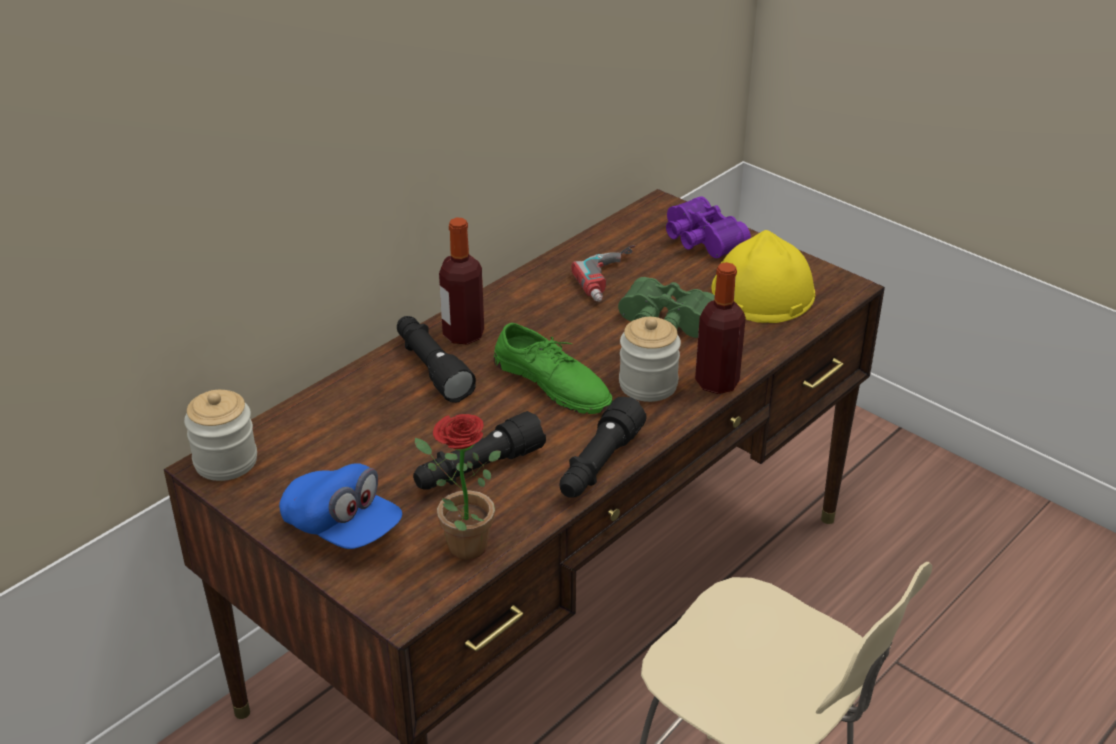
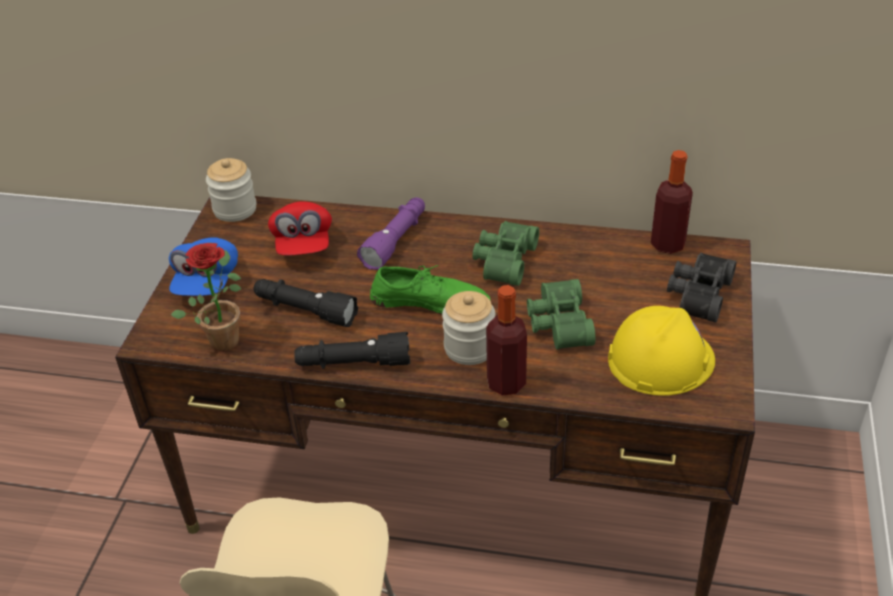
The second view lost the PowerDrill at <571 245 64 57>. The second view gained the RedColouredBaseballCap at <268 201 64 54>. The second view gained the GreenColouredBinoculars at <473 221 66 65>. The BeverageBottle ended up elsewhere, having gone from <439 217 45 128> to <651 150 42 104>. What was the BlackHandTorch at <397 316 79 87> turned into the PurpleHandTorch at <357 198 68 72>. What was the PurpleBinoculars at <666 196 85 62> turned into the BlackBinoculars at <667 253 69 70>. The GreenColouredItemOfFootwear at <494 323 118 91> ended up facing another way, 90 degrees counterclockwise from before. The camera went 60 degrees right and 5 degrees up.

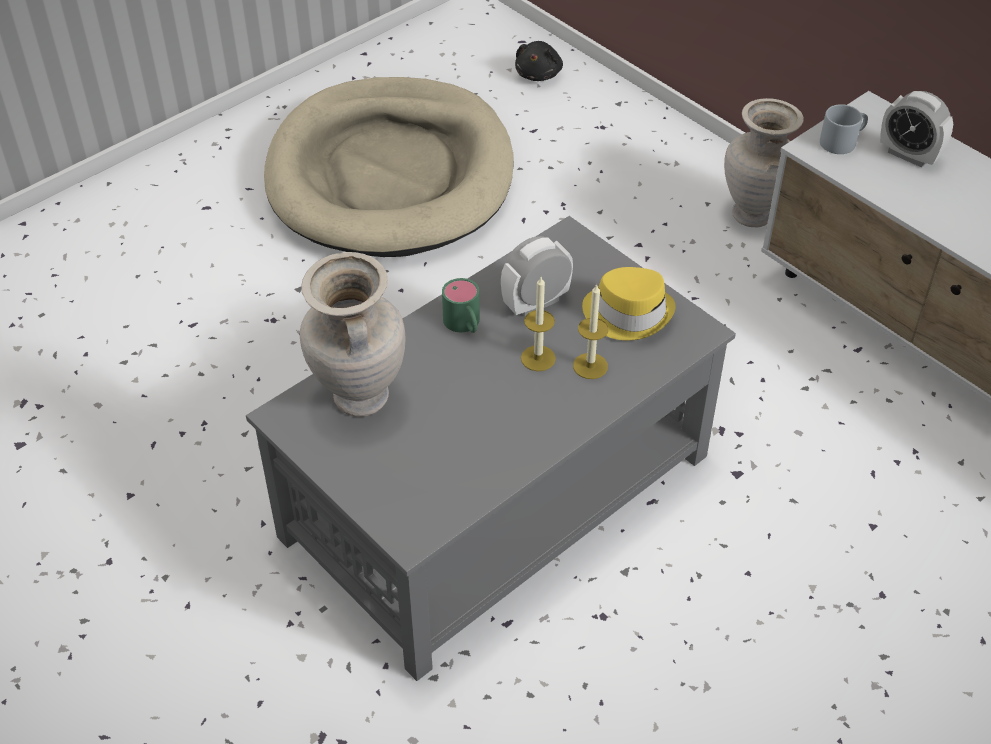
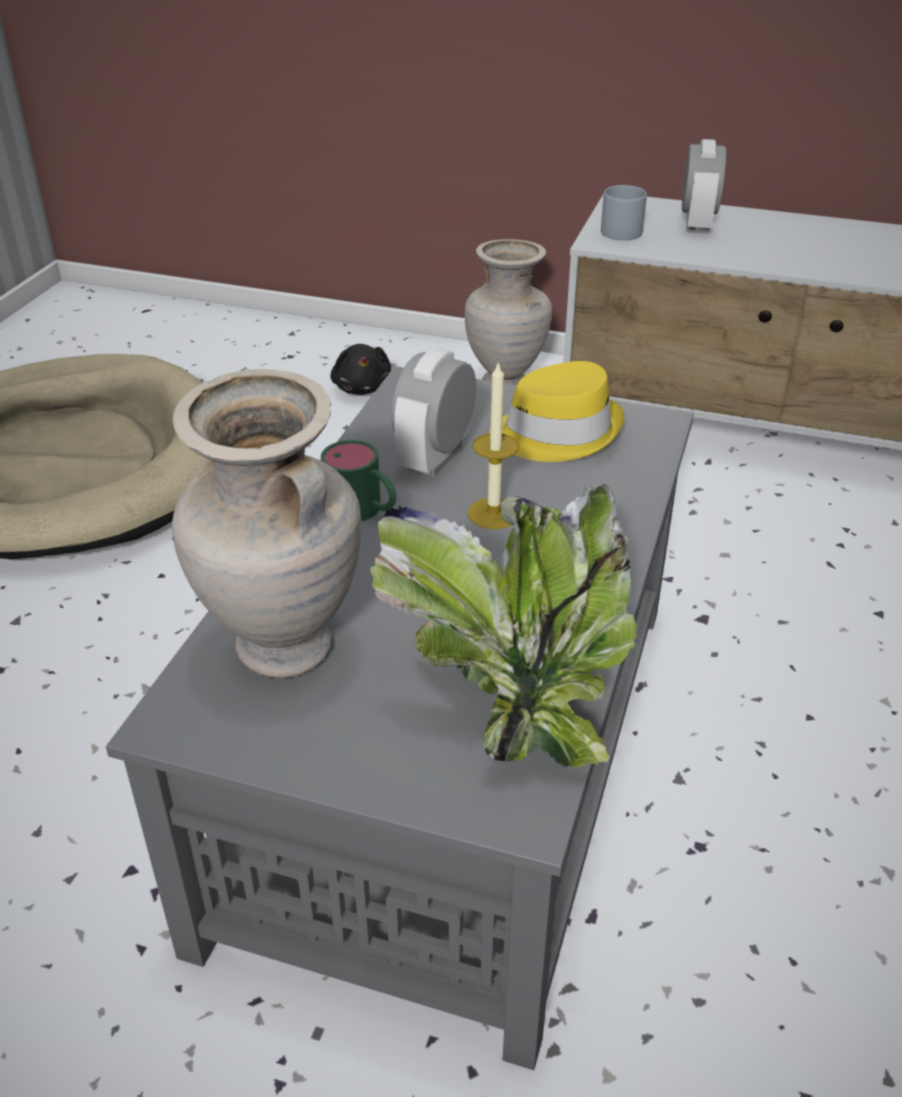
The second view lost the WaxCandle at <573 284 35 95>. The second view gained the PottedPlant at <370 483 268 284>. The BlackPlushToy ended up elsewhere, having gone from <515 41 48 40> to <330 344 61 51>. The AlarmClock at <880 91 73 76> ended up facing another way, 90 degrees counterclockwise from before. The camera went 30 degrees left and 10 degrees down.

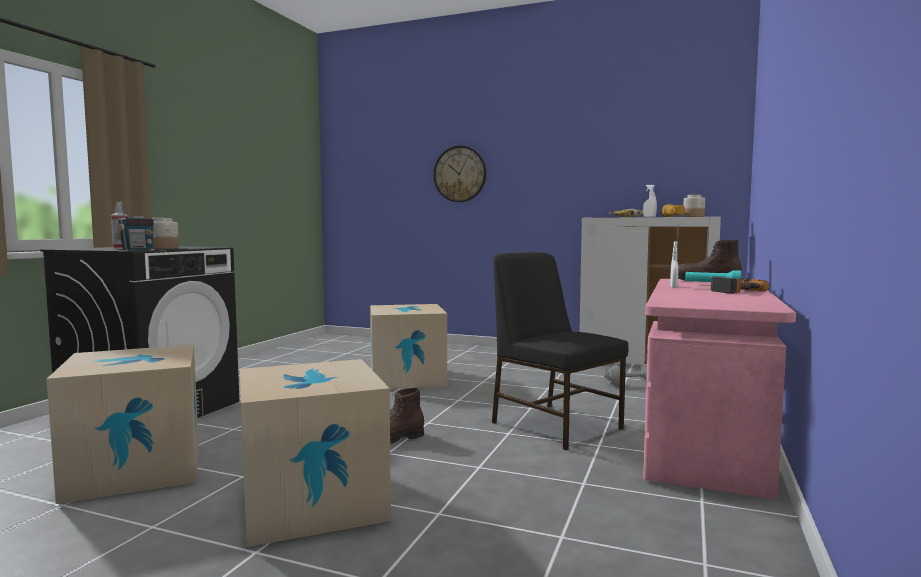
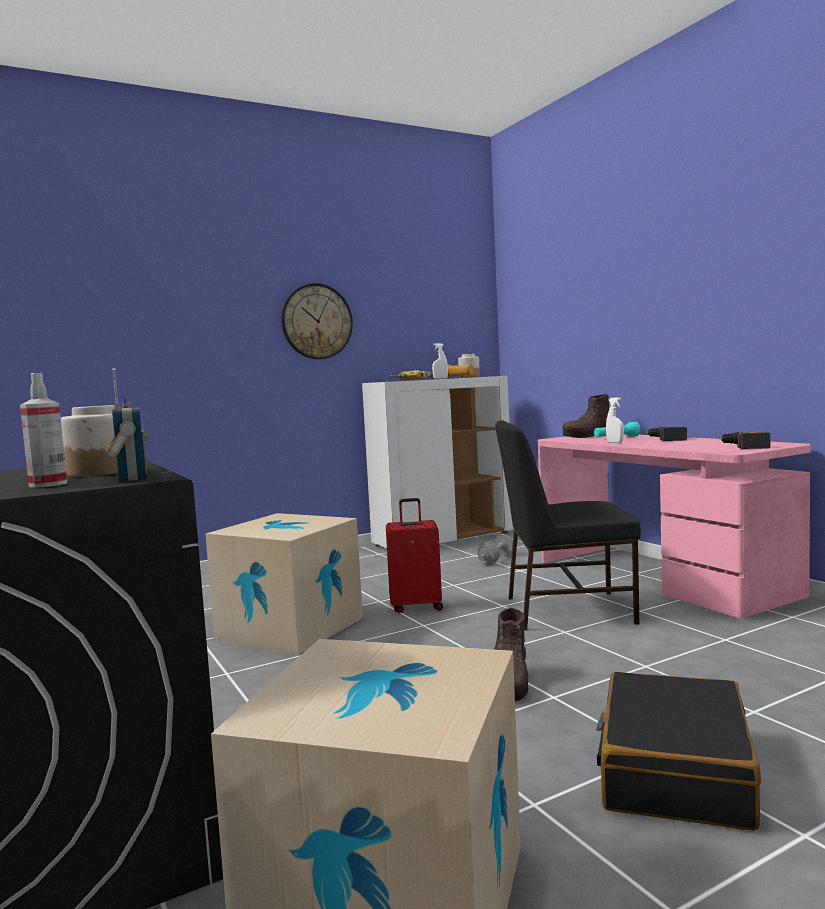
The second view gained the RedColouredPieceOfLuggage at <386 498 57 115>. The second view gained the PowerDrill at <719 432 52 17>. The HangingClock ended up elsewhere, having gone from <433 146 53 56> to <281 283 72 76>. Where the Carton stood at <240 359 151 188>, the BlackPieceOfLuggage came to stand at <596 672 165 159>. The camera went 50 degrees left and 0 degrees up.

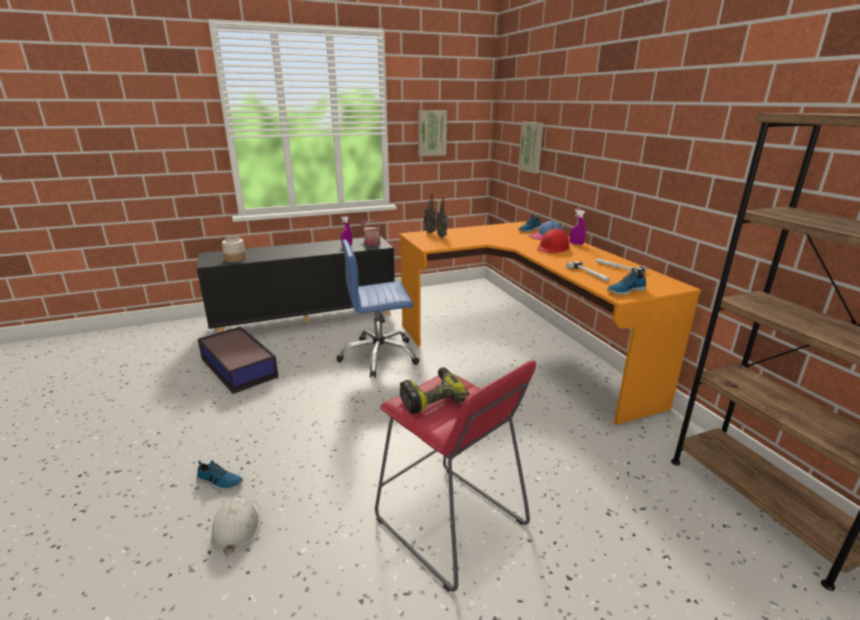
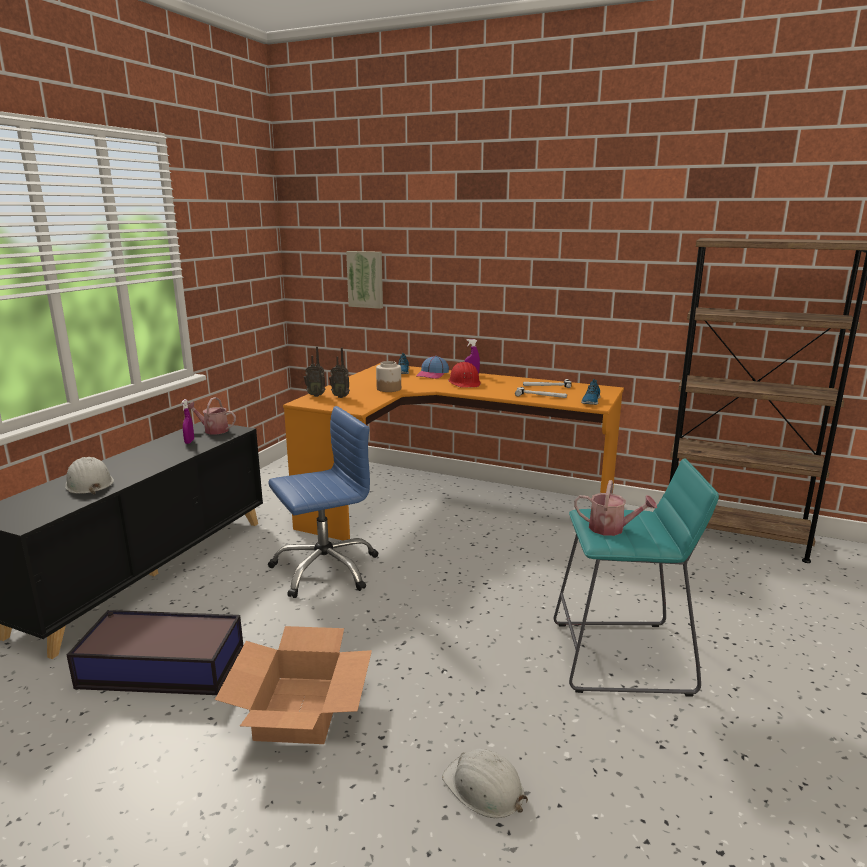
The second view lost the ItemOfFootwear at <197 460 46 31>. The second view lost the Picture at <418 110 29 46>. The second view gained the WhiteColouredSafetyHelmet at <65 457 49 37>. The second view gained the Carton at <215 626 157 118>. The StorageJar ended up elsewhere, having gone from <222 236 24 26> to <376 361 25 31>. Where the PowerDrill stood at <400 367 70 47>, the SprinklingCan came to stand at <574 480 83 56>. What was the RedColouredSittingStool at <375 361 161 231> turned into the BlueGreenSittingStool at <554 458 165 239>. The BluishOfficeChair at <336 239 84 139> ended up facing another way, 150 degrees counterclockwise from before. The camera went 45 degrees left and 5 degrees down.

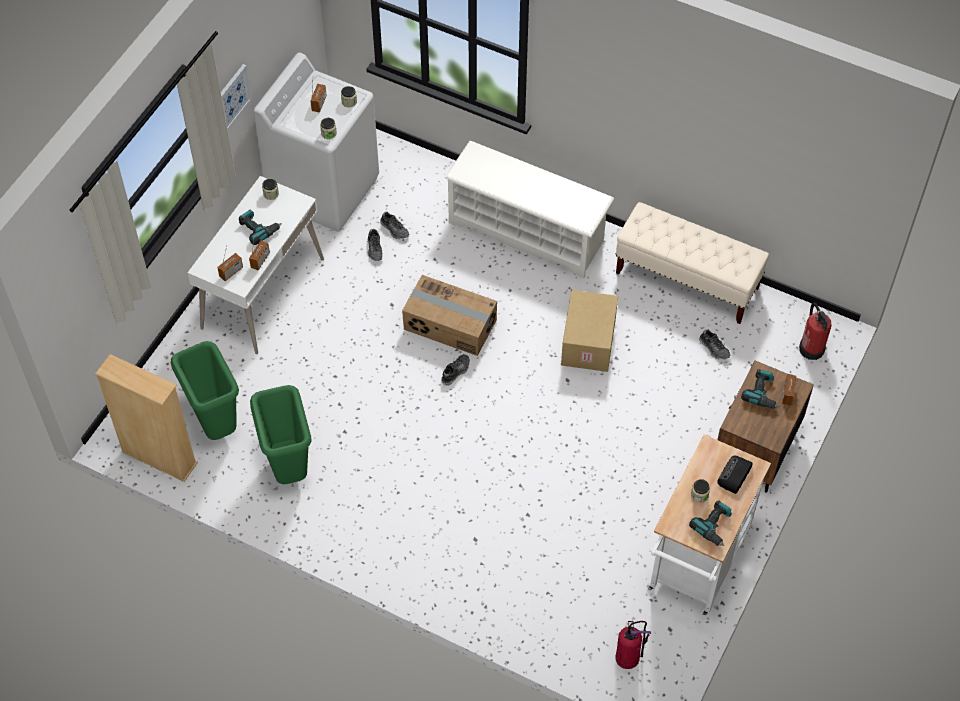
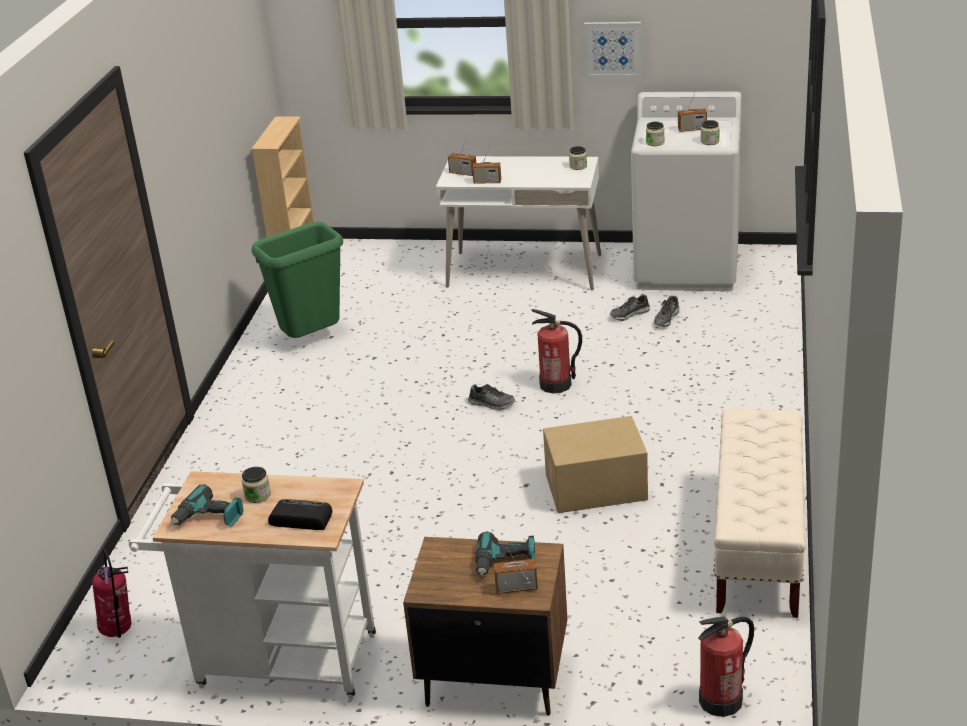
The second view lost the GreenColouredTrashCan at <171 341 68 99>. The second view lost the PowerDrill at <239 210 43 35>. The second view lost the WhiteColouredShoeStand at <445 141 169 138>. The second view lost the ItemOfFootwear at <699 329 31 31>. Where the Carton stood at <402 275 95 81>, the FireFightingCylinder came to stand at <531 309 51 85>. The camera went 75 degrees right and 25 degrees down.

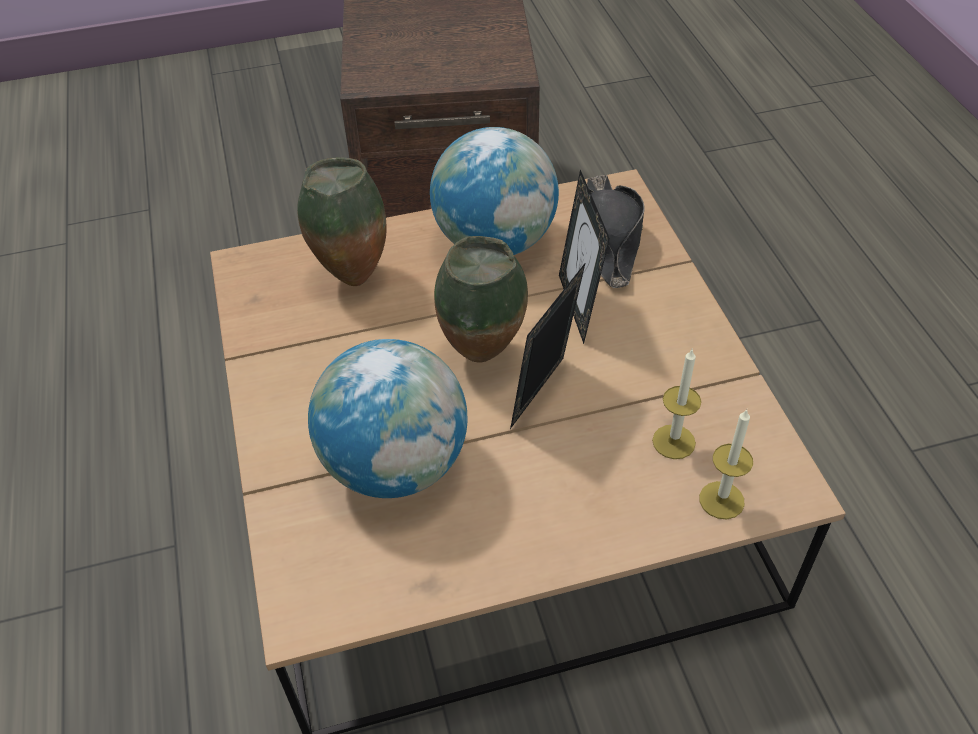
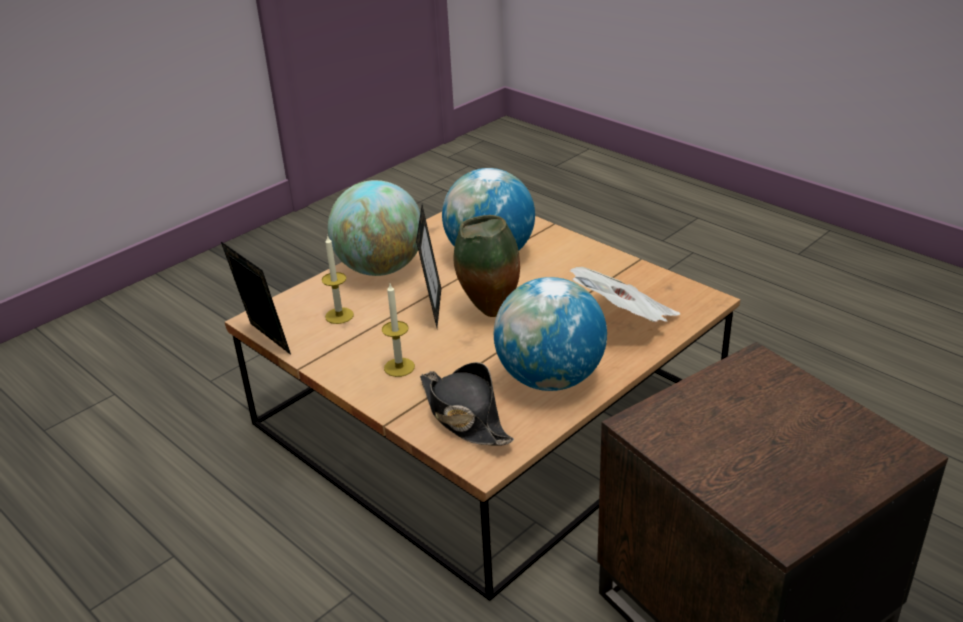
The second view gained the DeskGlobe at <328 180 93 96>. The PictureFrame ended up elsewhere, having gone from <559 169 51 175> to <221 242 70 113>. The WaxCandle ended up elsewhere, having gone from <699 409 54 110> to <382 284 33 93>. Where the FlowerVase stood at <297 157 90 129>, the Newspaper came to stand at <570 267 110 55>. The camera went 150 degrees right and 15 degrees down.

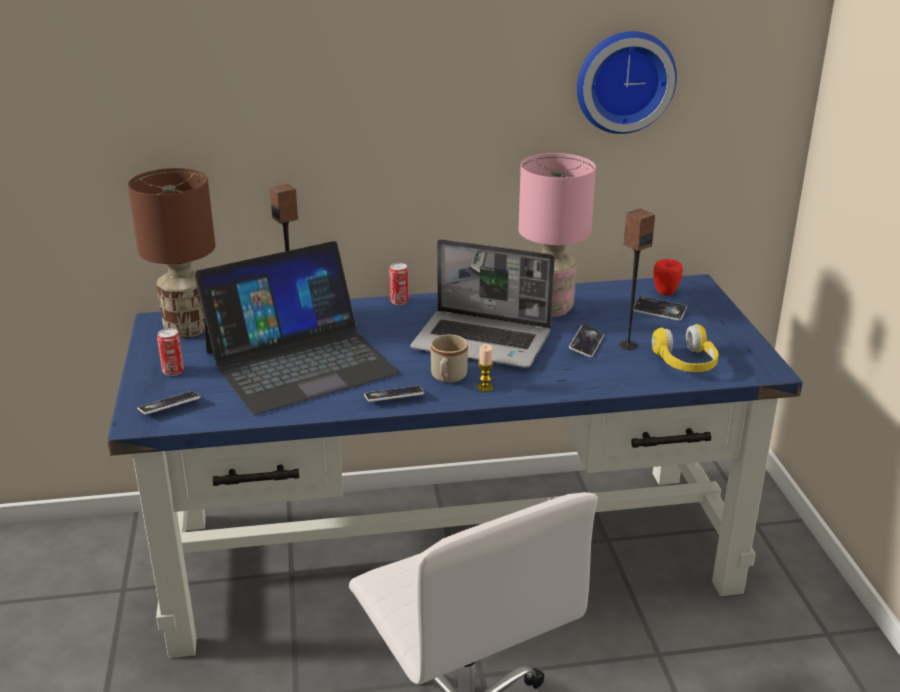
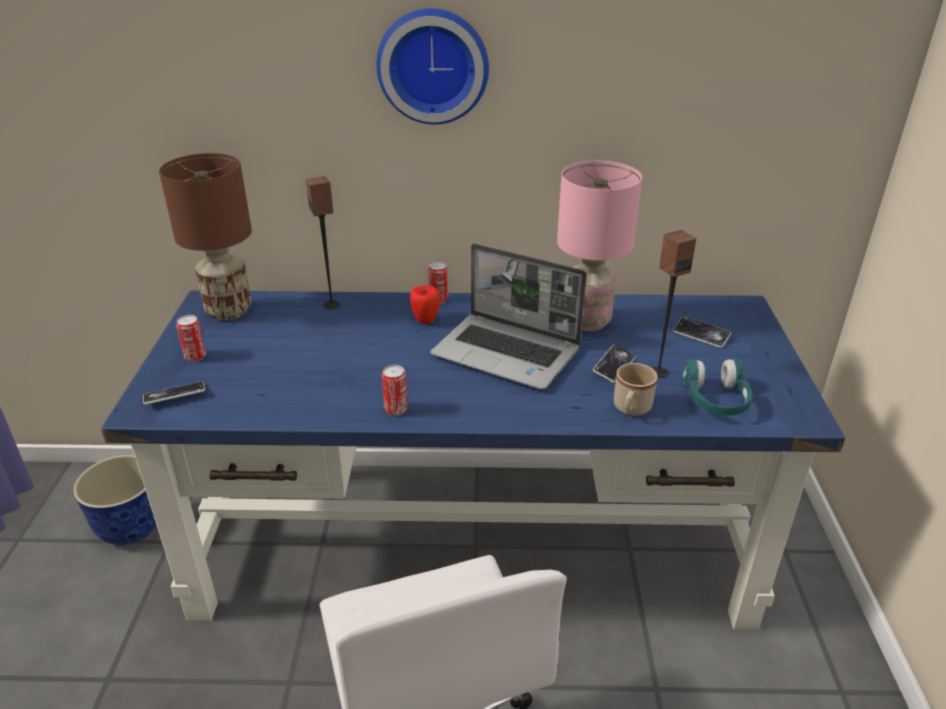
The second view lost the Laptop at <194 241 205 174>. The second view lost the WaxCandle at <477 344 17 48>. The second view gained the FlowerPot at <73 455 84 90>. The SandColouredMug ended up elsewhere, having gone from <431 335 37 48> to <614 363 44 53>. The HangingClock ended up elsewhere, having gone from <577 31 100 103> to <376 8 113 116>. The Apple ended up elsewhere, having gone from <654 259 29 37> to <410 286 30 38>. Where the Telephone stood at <364 386 60 16>, the MetalCan came to stand at <382 365 26 51>. What was the YellowHeadphones at <652 324 67 48> turned into the BlueGreenHeadphones at <683 358 70 57>. The camera went 10 degrees right and 5 degrees up.

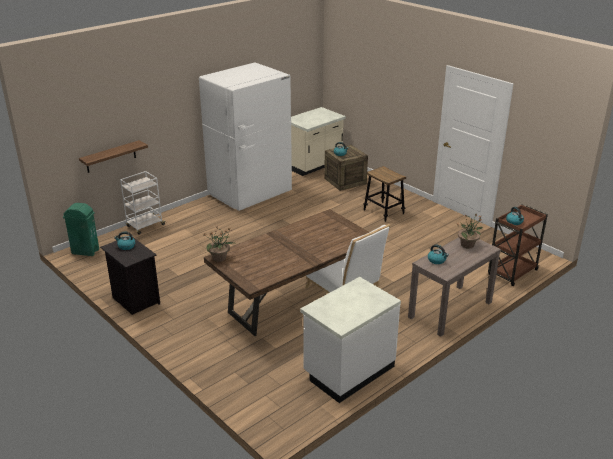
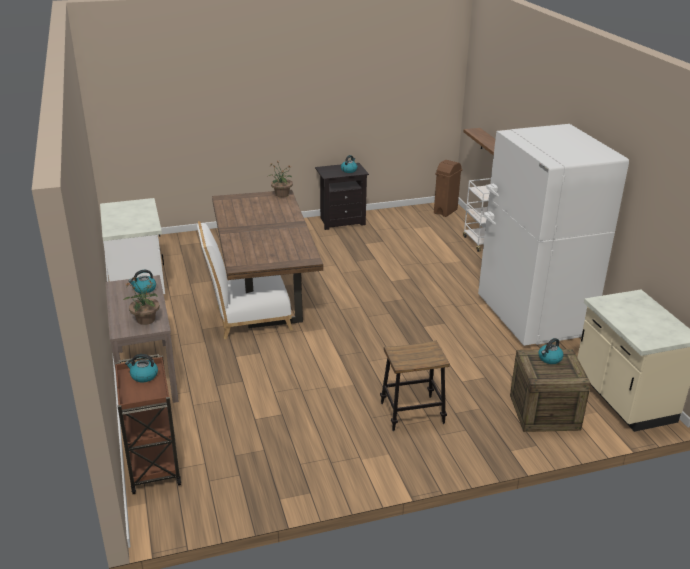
What was the GreenColouredTrashCan at <63 203 36 53> turned into the BrownColouredTrashCan at <434 160 28 57>. The camera went 115 degrees right and 0 degrees up.

